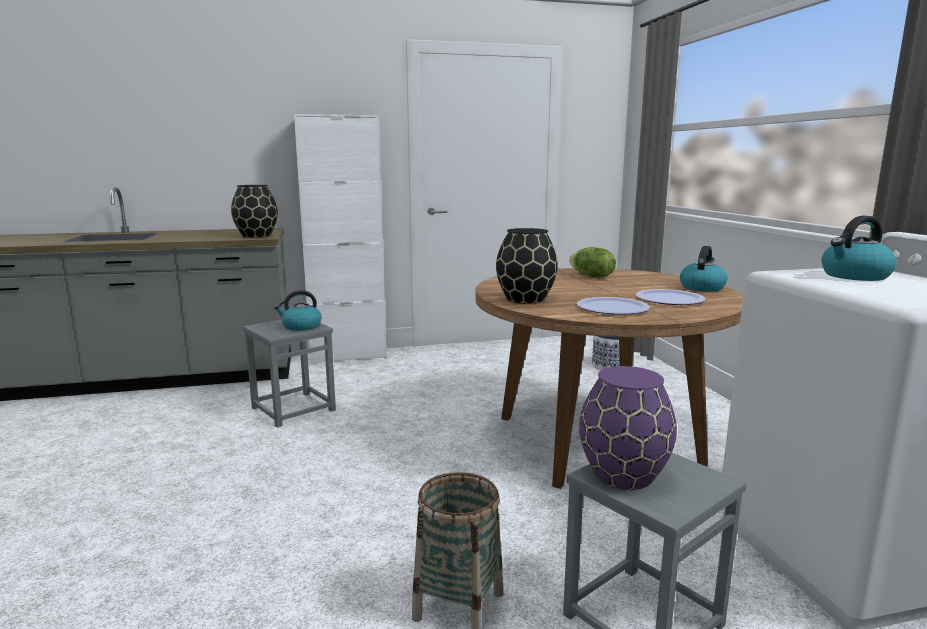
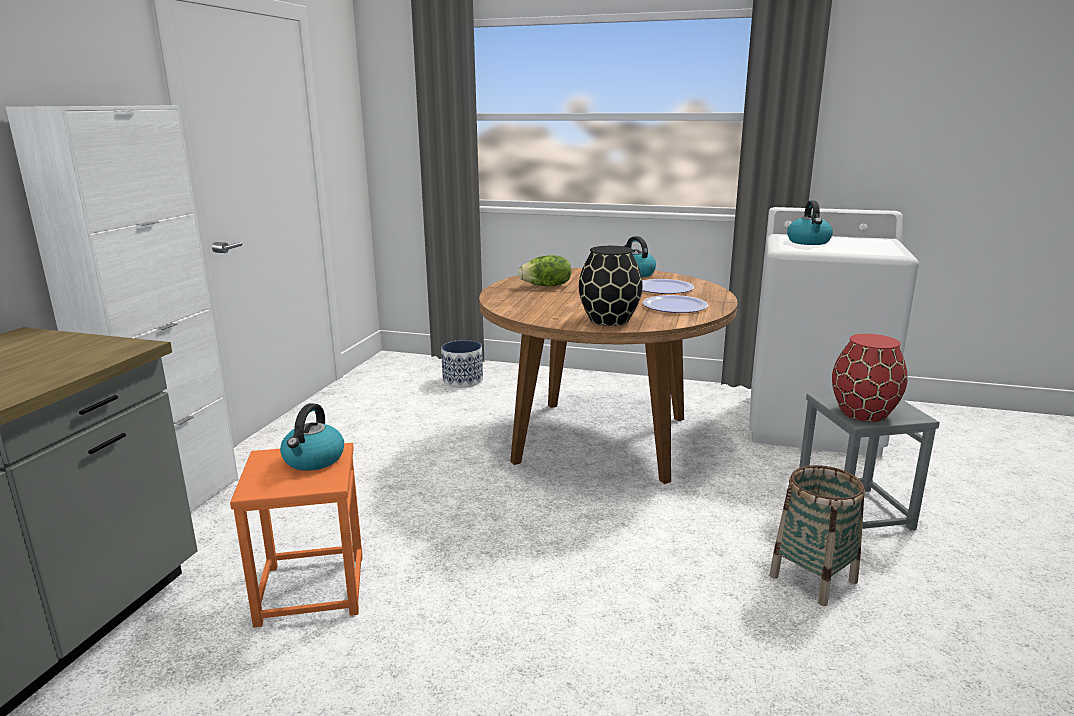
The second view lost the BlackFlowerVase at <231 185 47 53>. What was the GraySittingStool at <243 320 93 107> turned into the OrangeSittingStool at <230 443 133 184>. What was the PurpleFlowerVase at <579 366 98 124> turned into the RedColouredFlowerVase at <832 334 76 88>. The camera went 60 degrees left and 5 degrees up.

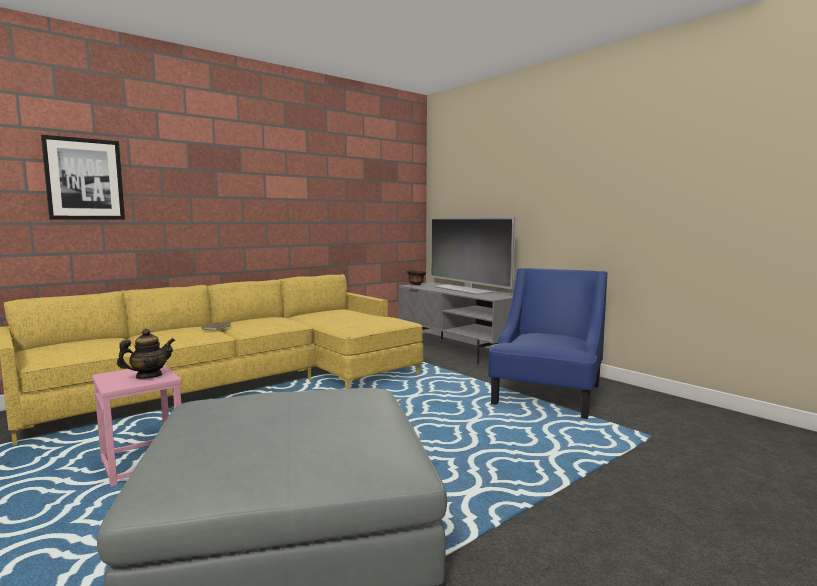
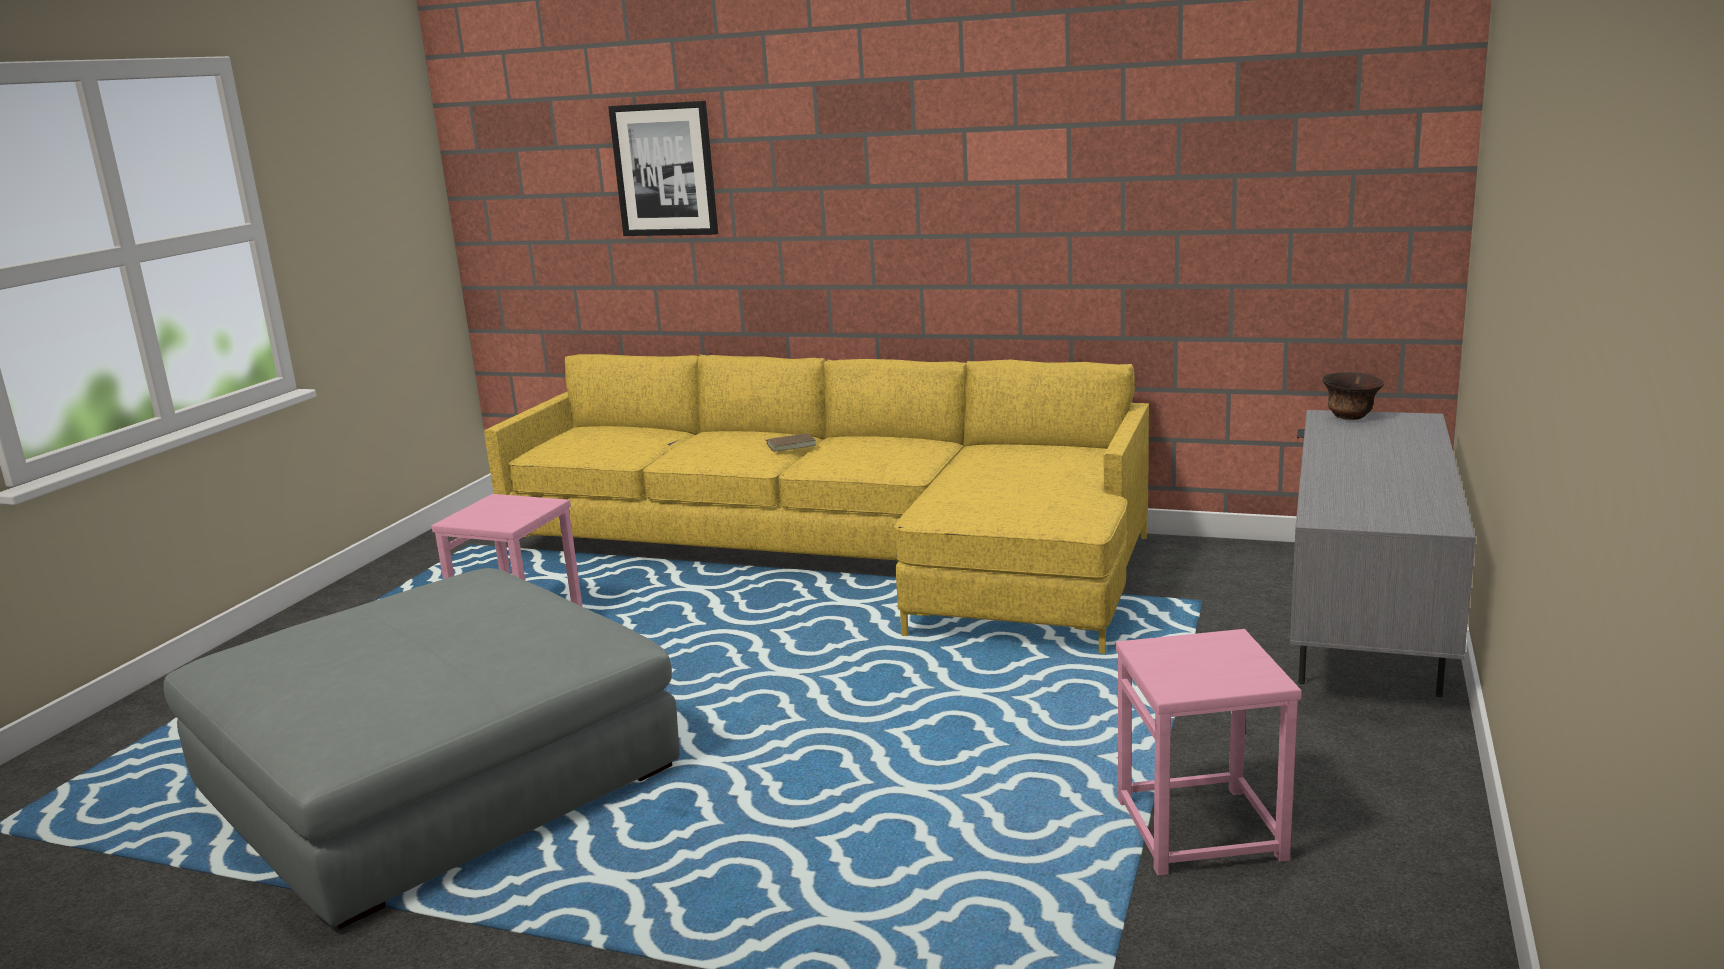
The second view lost the Teapot at <117 329 58 50>. The second view lost the Television at <430 217 85 78>. Where the BluishEasyChair stood at <488 268 119 151>, the PinkSittingStool came to stand at <1115 629 187 247>. The camera went 60 degrees right and 10 degrees up.

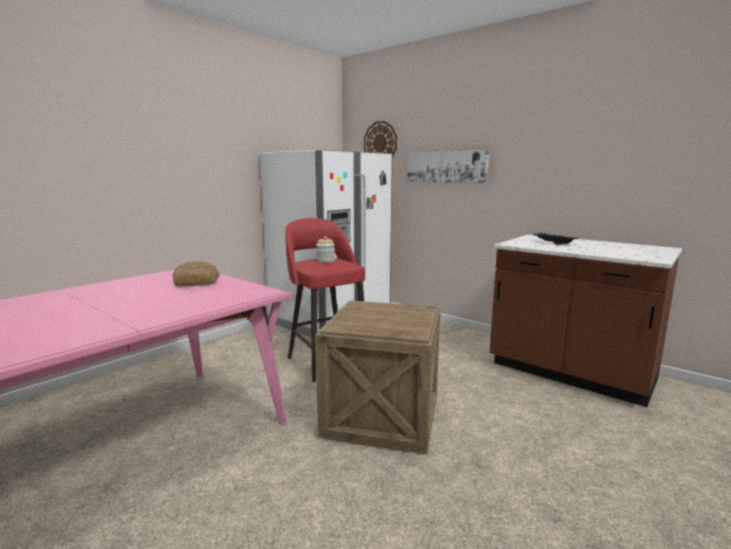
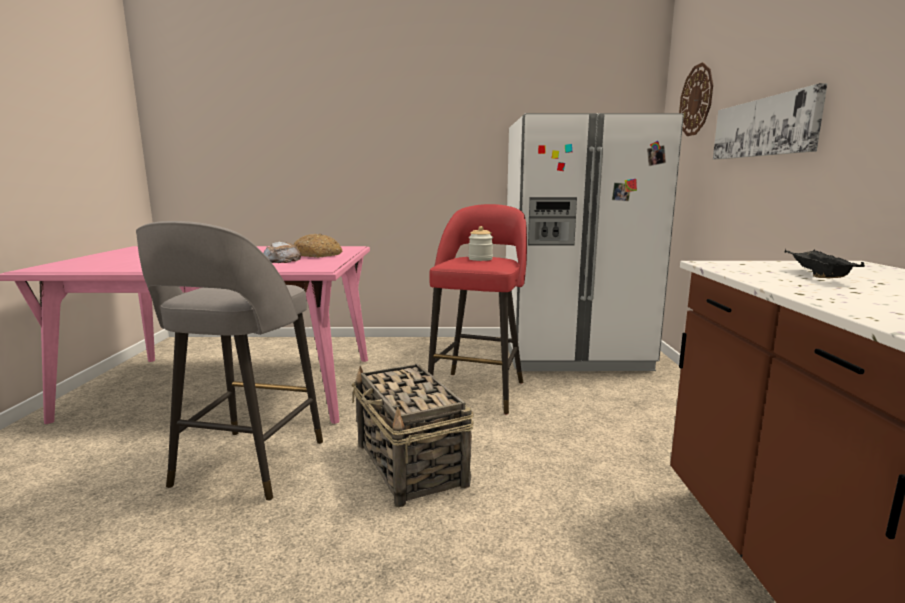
The second view gained the GraySittingStool at <136 221 187 280>. The second view gained the Bread at <263 241 38 22>. Where the PackingCrate stood at <315 300 125 154>, the HouseholdBasket came to stand at <351 364 123 143>. The camera went 50 degrees right and 0 degrees up.

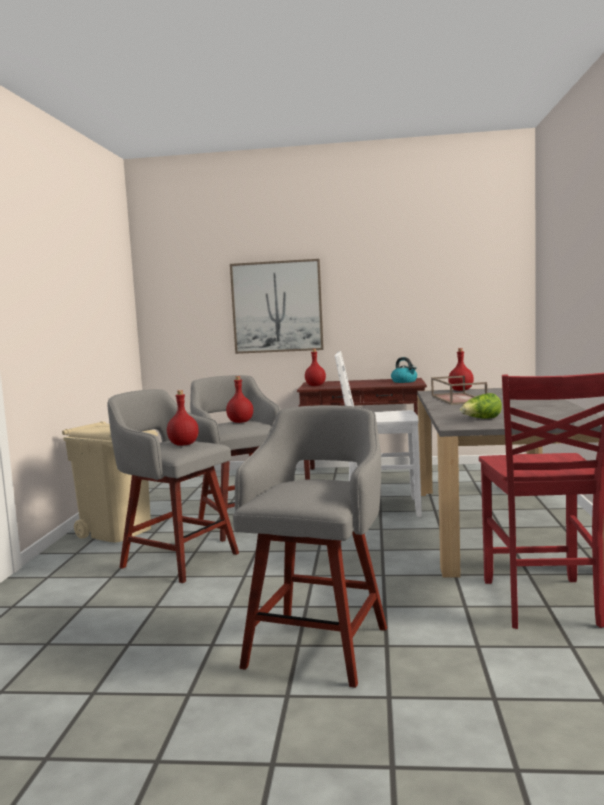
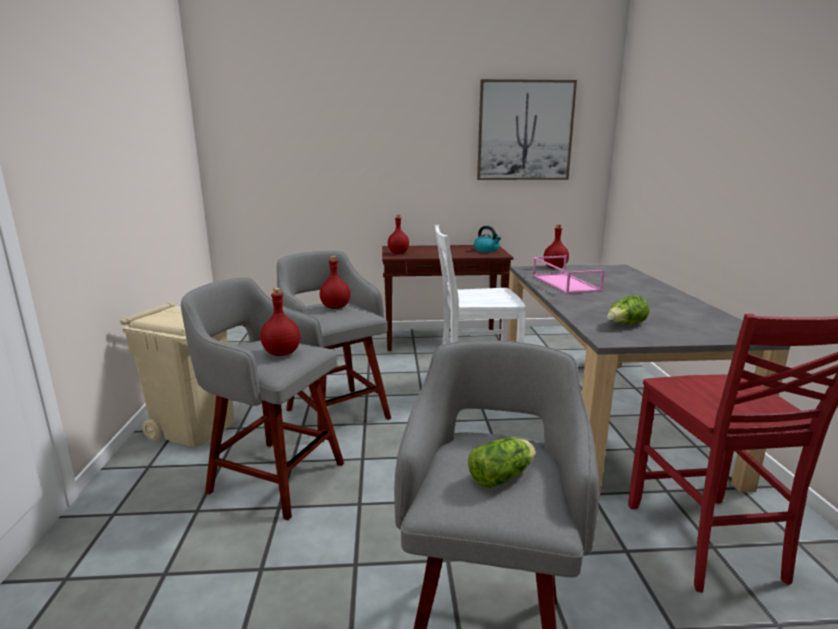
The second view gained the Lettuce at <468 437 67 51>. The Picture ended up elsewhere, having gone from <230 259 94 95> to <477 79 100 101>. What was the BrownColouredServingTray at <431 376 56 29> turned into the PinkServingTray at <533 256 71 38>. The camera went 10 degrees left and 10 degrees up.

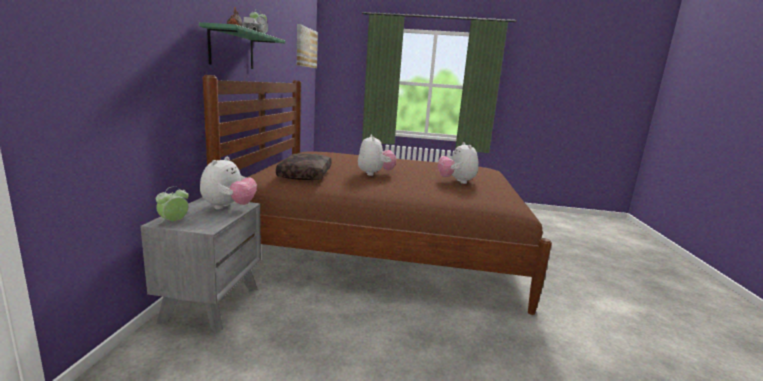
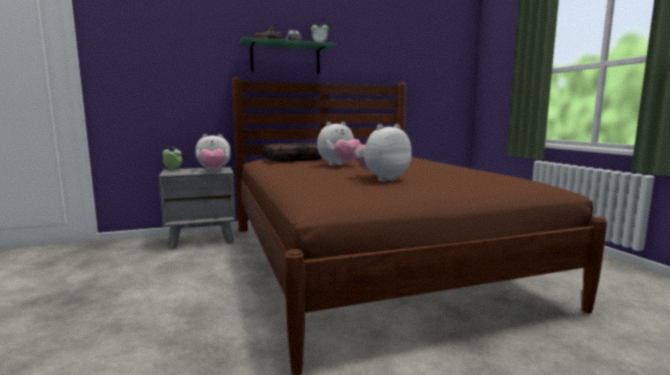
The second view lost the Picture at <297 24 21 44>. The camera went 65 degrees right and 5 degrees down.

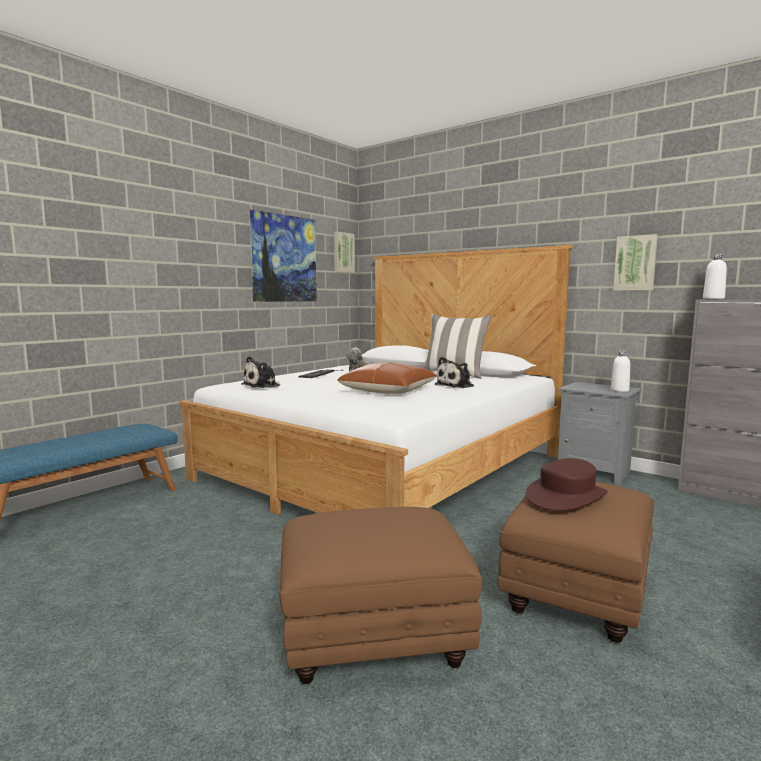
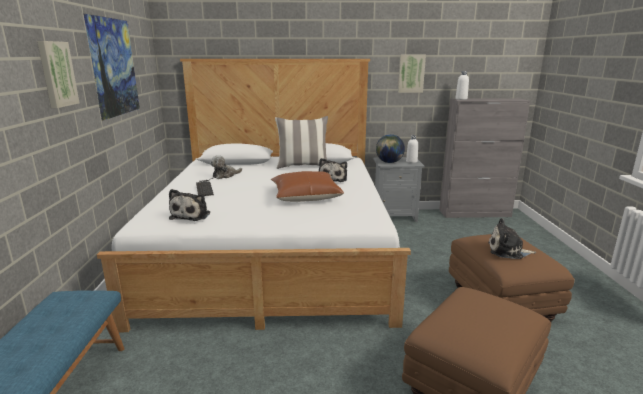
The second view gained the DeskGlobe at <376 134 29 29>. The Picture ended up elsewhere, having gone from <334 232 21 41> to <37 41 43 67>. Where the BrownColouredClothingHat stood at <526 458 82 53>, the PlushToy came to stand at <488 218 48 41>. The camera went 40 degrees left and 10 degrees up.

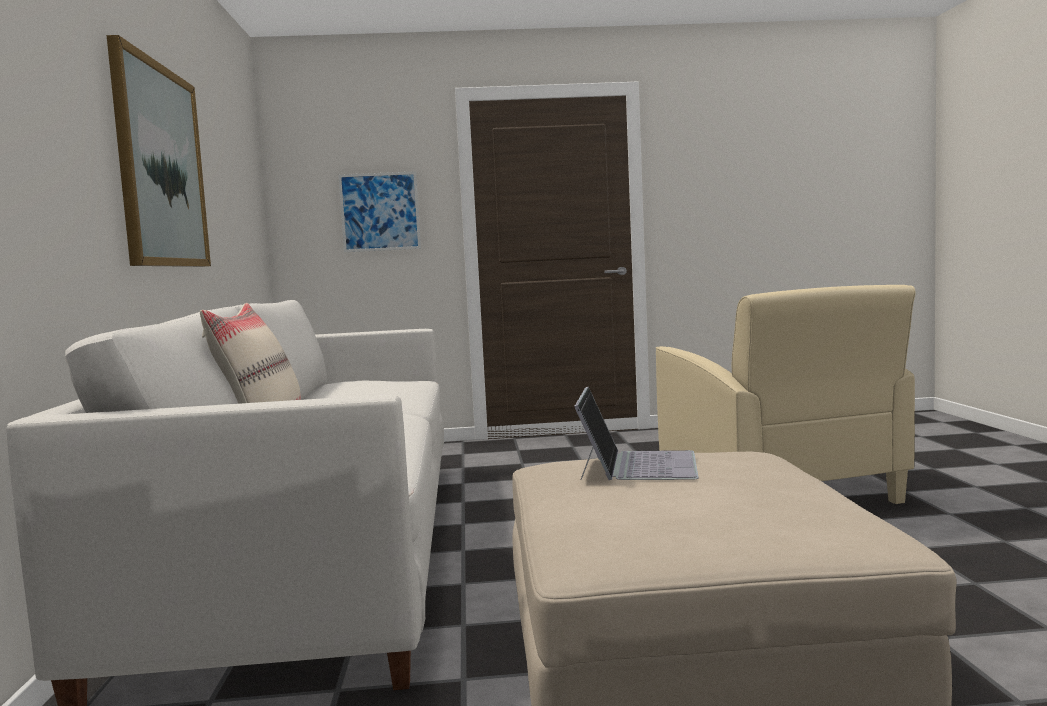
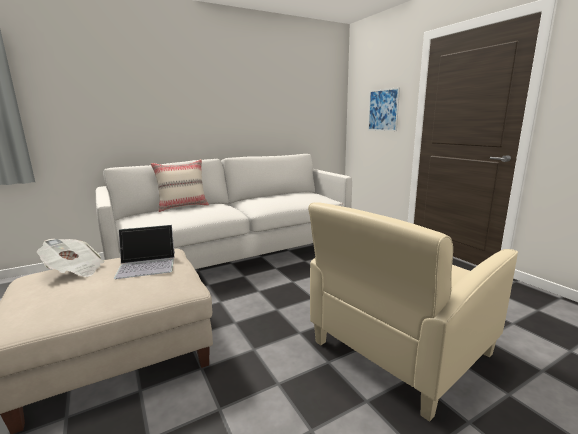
The second view lost the Picture at <107 35 104 232>. The second view gained the Newspaper at <37 239 67 38>. The camera went 65 degrees right and 10 degrees up.

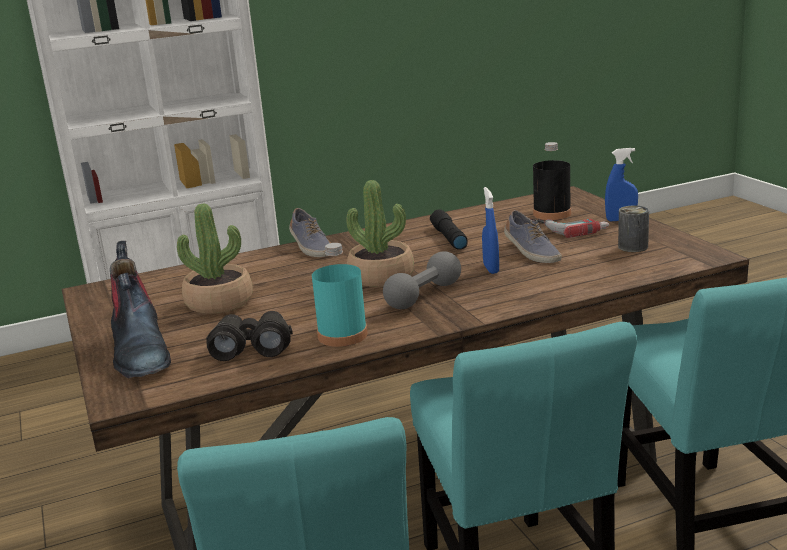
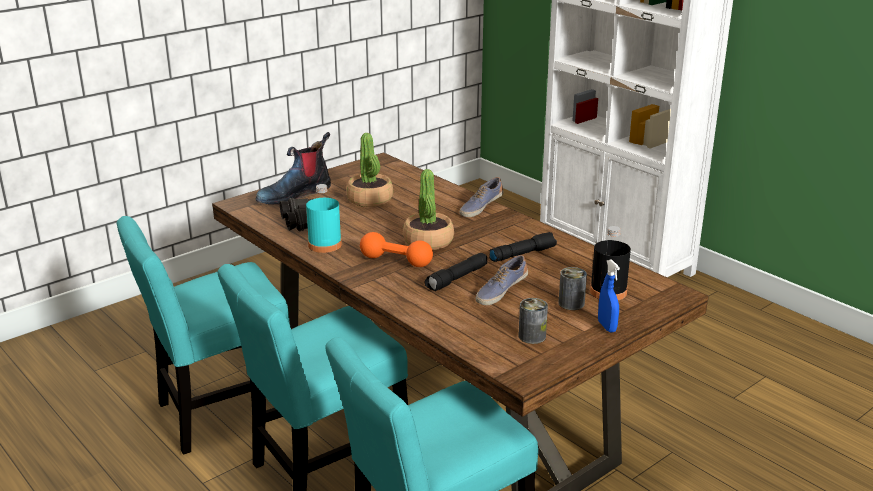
Where the BluishSprayBottle stood at <482 187 17 87>, the BlackHandTorch came to stand at <425 253 62 38>. Where the PowerDrill stood at <531 219 78 19>, the MetalCan came to stand at <559 267 28 43>. What was the GrayDumbbell at <383 251 78 58> turned into the OrangeDumbbell at <360 232 73 35>. The camera went 70 degrees right and 5 degrees up.

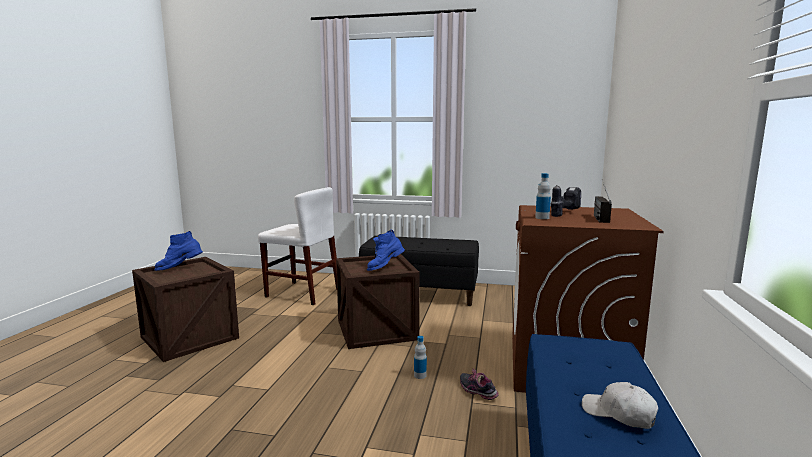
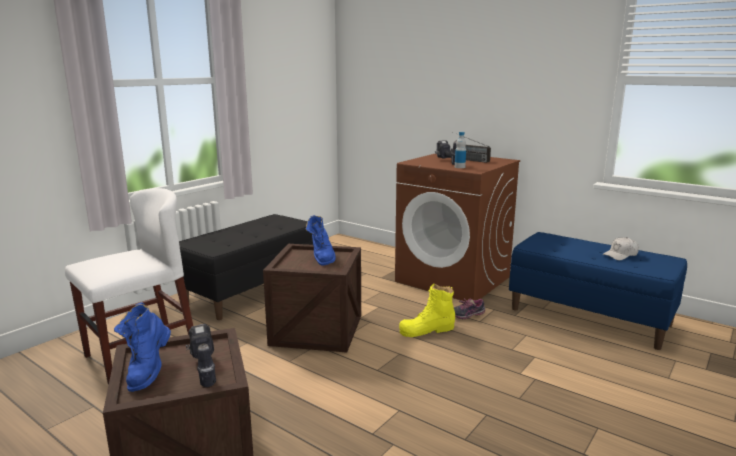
The second view gained the PowerDrill at <186 324 30 63>. Where the BeverageBottle stood at <414 336 13 43>, the YellowBoot came to stand at <399 284 56 53>. The camera went 65 degrees left and 5 degrees up.

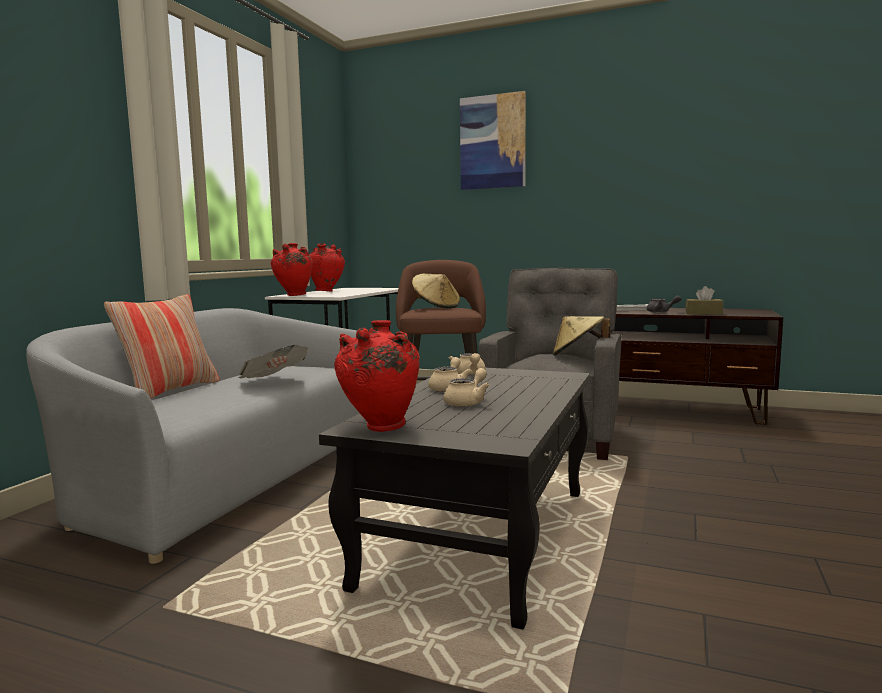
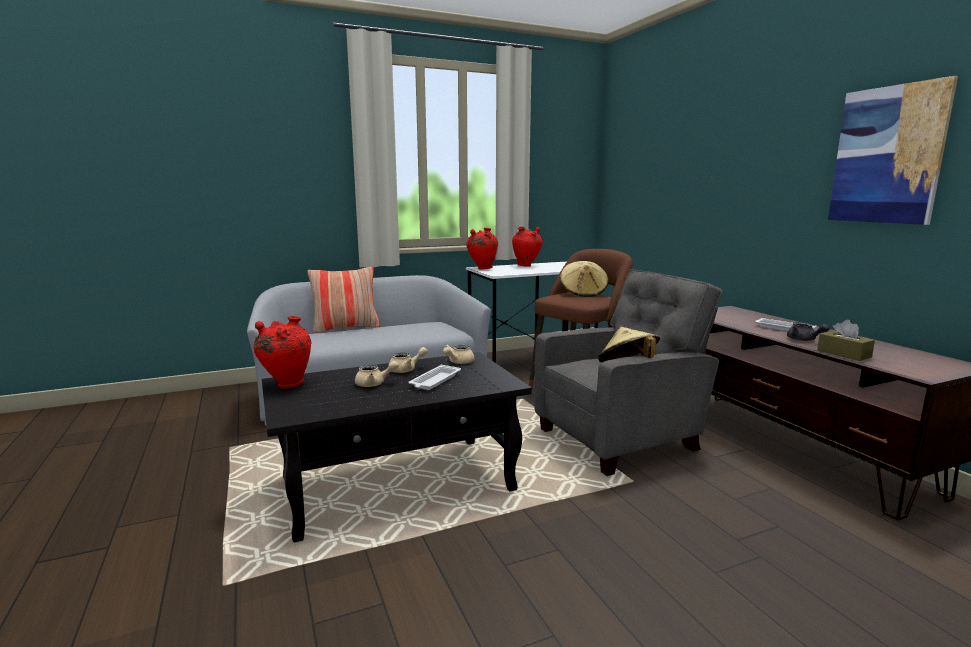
The second view lost the Newspaper at <239 345 70 33>. The second view gained the WhiteColouredServingTray at <408 365 53 25>. The Picture ended up elsewhere, having gone from <460 91 66 99> to <828 76 130 149>. The camera went 45 degrees right and 5 degrees up.

